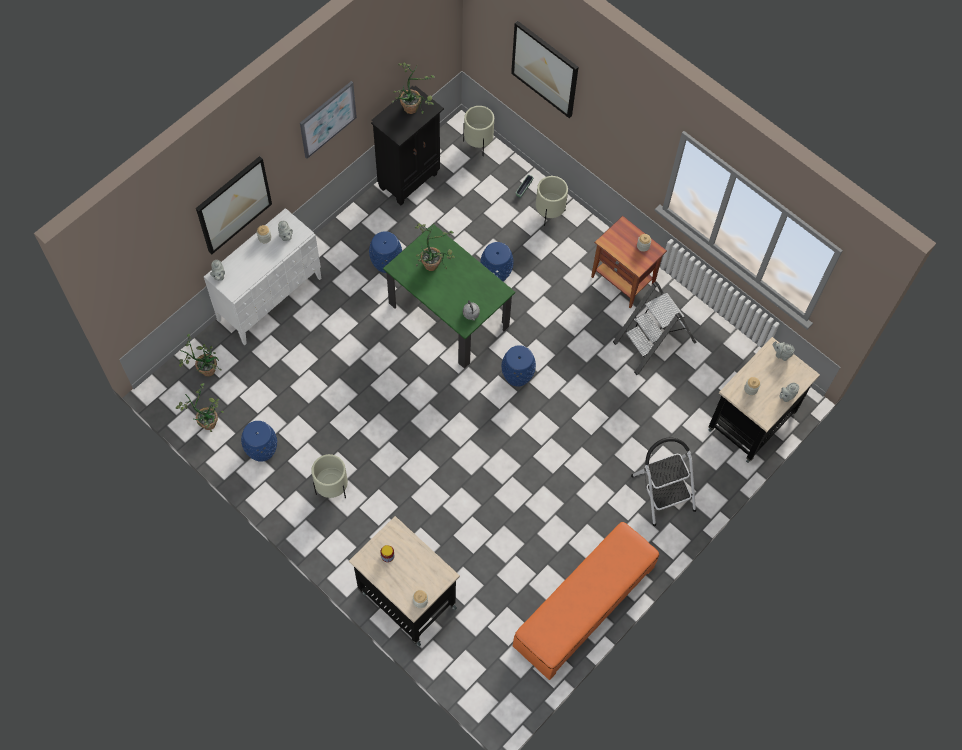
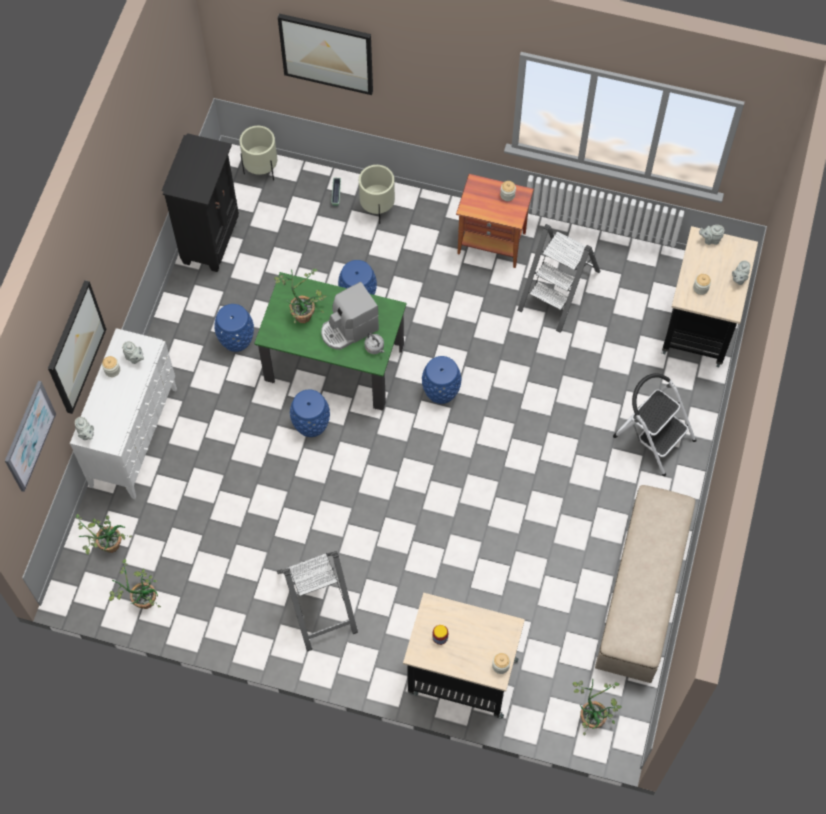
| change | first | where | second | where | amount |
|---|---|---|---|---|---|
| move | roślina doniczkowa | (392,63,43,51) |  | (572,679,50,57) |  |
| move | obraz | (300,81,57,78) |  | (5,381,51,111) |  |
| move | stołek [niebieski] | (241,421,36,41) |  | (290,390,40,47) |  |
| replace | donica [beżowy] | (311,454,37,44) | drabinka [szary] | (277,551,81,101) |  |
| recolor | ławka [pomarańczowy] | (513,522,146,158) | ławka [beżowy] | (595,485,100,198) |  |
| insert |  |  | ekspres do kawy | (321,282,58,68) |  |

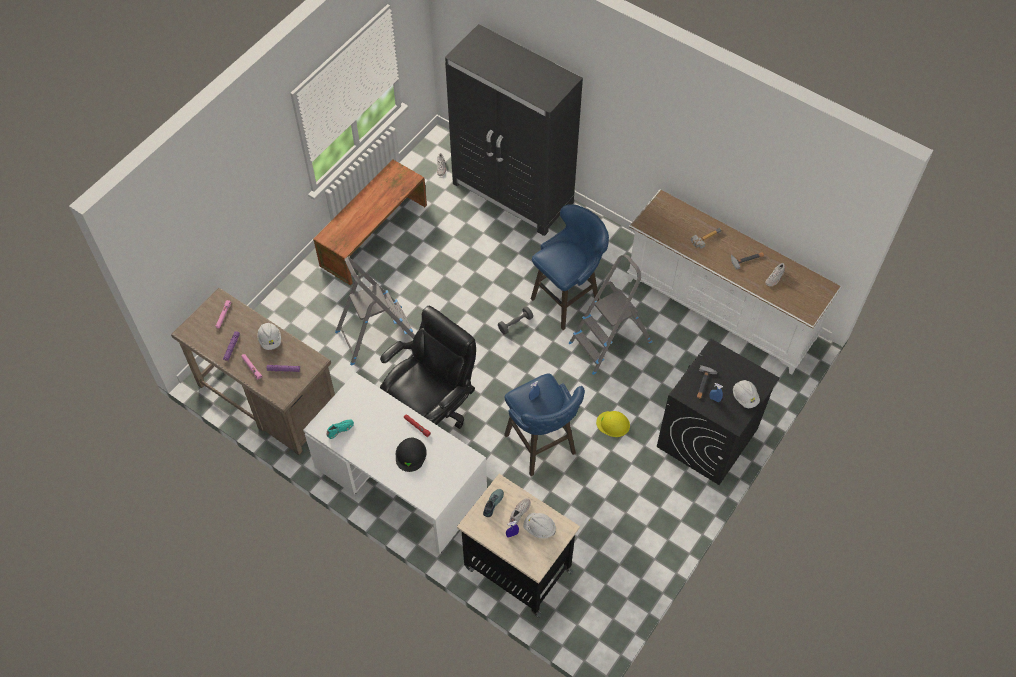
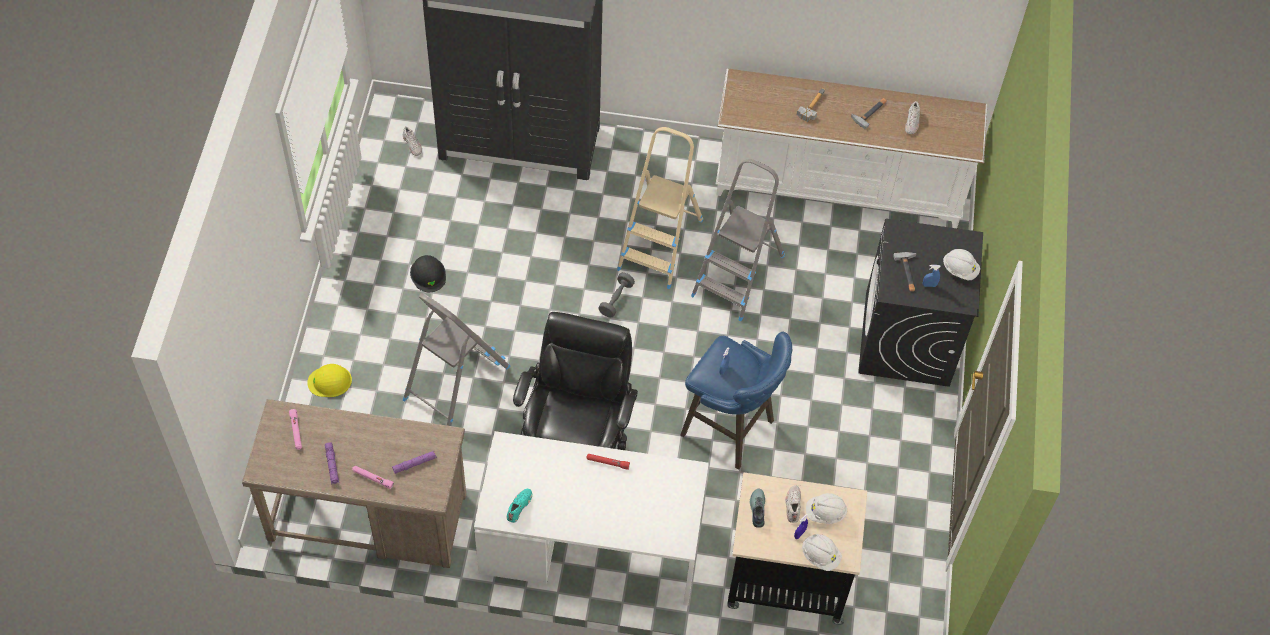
| change | first | where | second | where | amount |
|---|---|---|---|---|---|
| delete | ławka [brązowy] | (313,159,114,127) |  |  |  |
| replace | stołek [niebieski] | (531,204,78,126) | drabinka [beżowy] | (617,127,86,162) |  |
| move | kask [biały] | (257,323,24,27) |  | (802,534,40,37) |  |
| move | kask [żółty] | (596,411,34,26) |  | (307,364,45,33) |  |
| move | kask [czarny] | (396,438,31,34) |  | (410,255,36,37) |  |

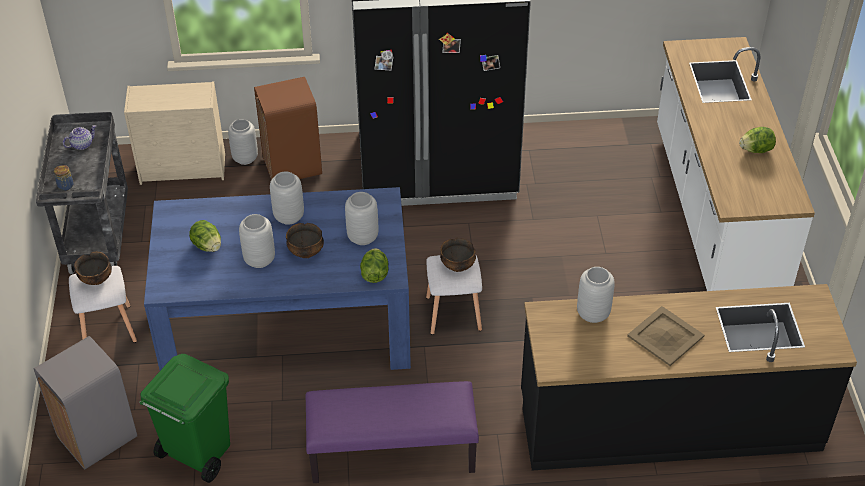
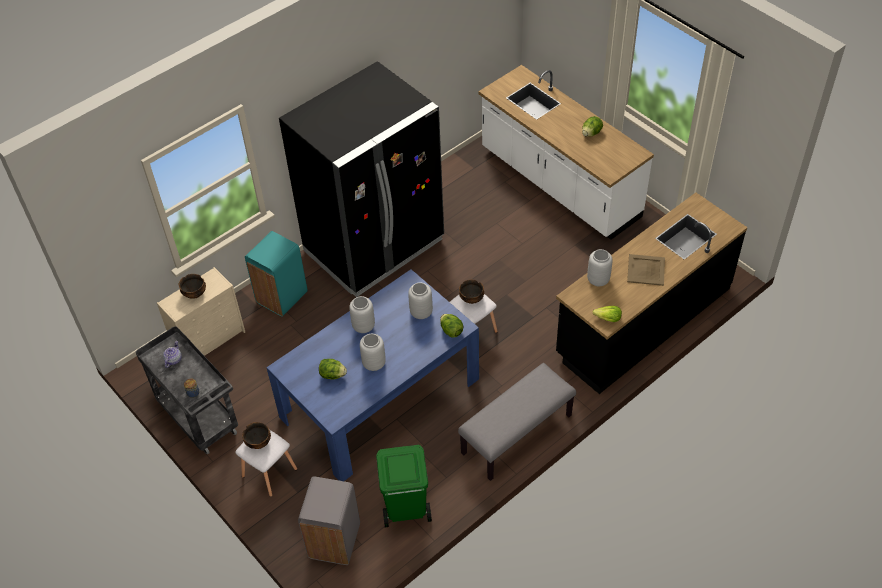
| change | first | where | second | where | amount |
|---|---|---|---|---|---|
| recolor | kosz na śmieci [brązowy] | (254,77,68,103) | kosz na śmieci [turkusowy] | (245,231,63,86) |  |
| delete | wazon [szary] | (228,119,30,46) |  |  |  |
| move | miska | (286,223,38,35) |  | (179,274,27,24) |  |
| recolor | ławka [fioletowy] | (306,381,173,102) | ławka [szary] | (458,363,118,118) |  |
| insert |  |  | sałata | (593,306,29,16) |  |

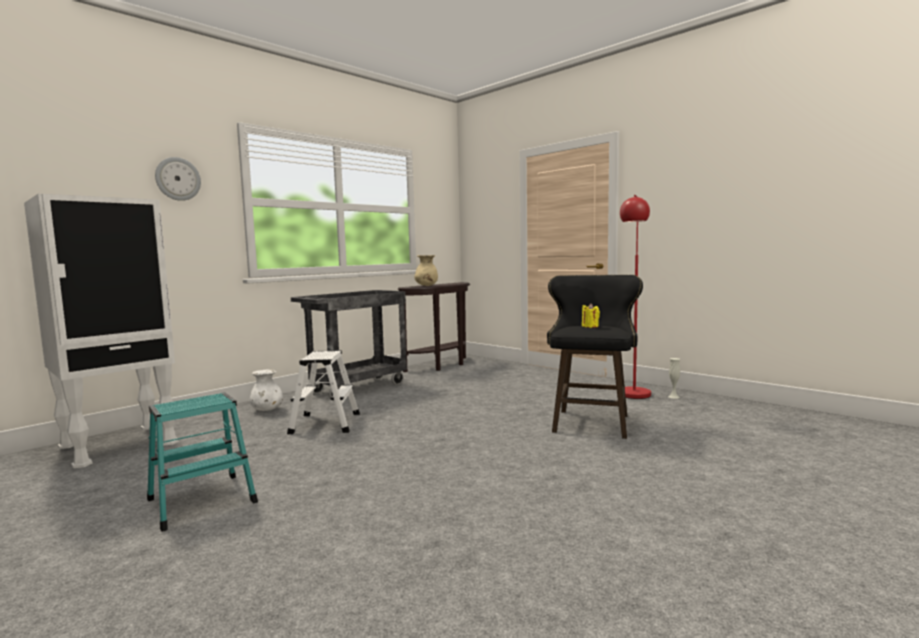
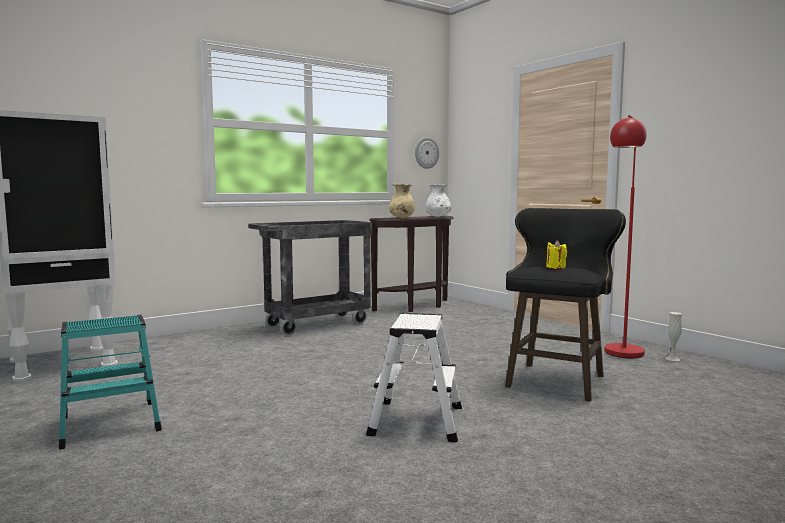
| change | first | where | second | where | amount |
|---|---|---|---|---|---|
| move | zegar ścienny | (155,157,46,44) |  | (415,137,24,32) |  |
| move | drabinka [biały] | (287,350,73,84) |  | (366,313,96,129) |  |
| move | wazon [biały] | (249,369,34,42) |  | (425,184,26,33) |  |

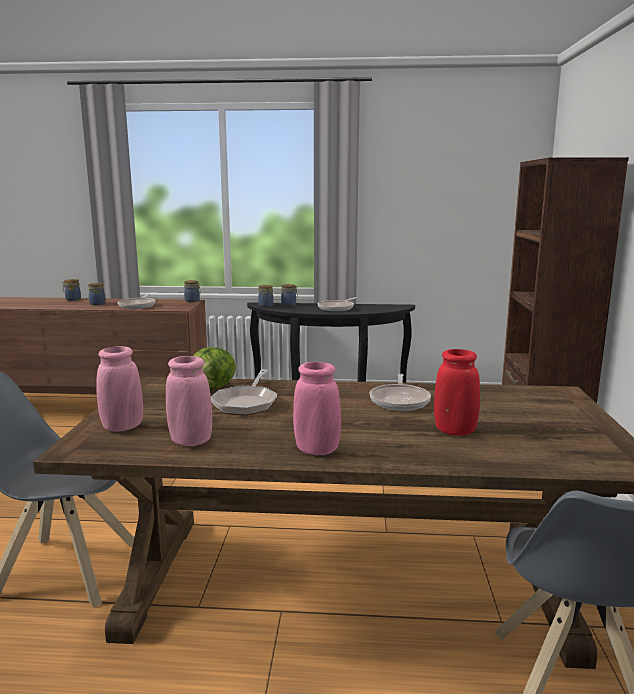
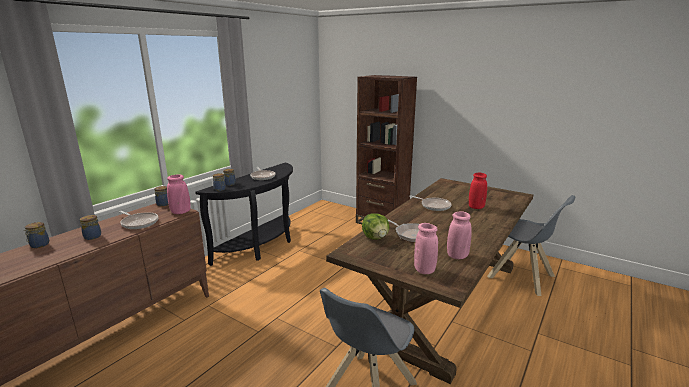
| change | first | where | second | where | amount |
|---|---|---|---|---|---|
| move | wazon [różowy] | (293,362,48,93) |  | (167,174,24,40) |  |

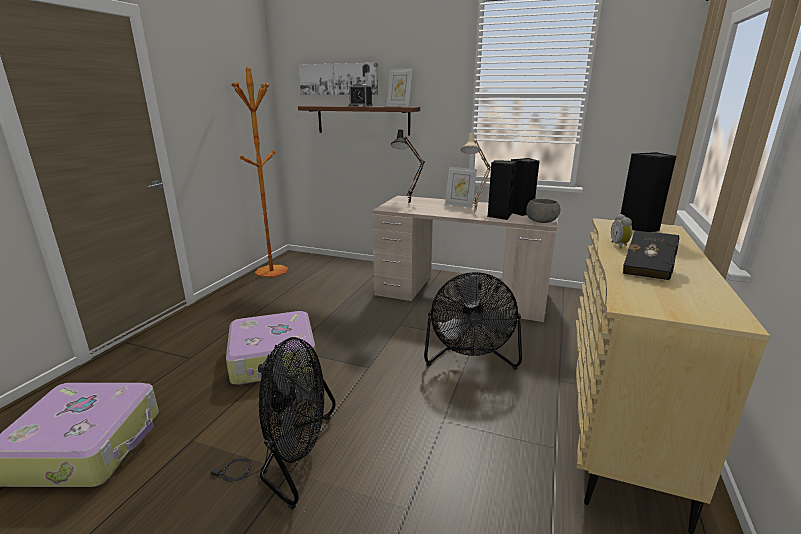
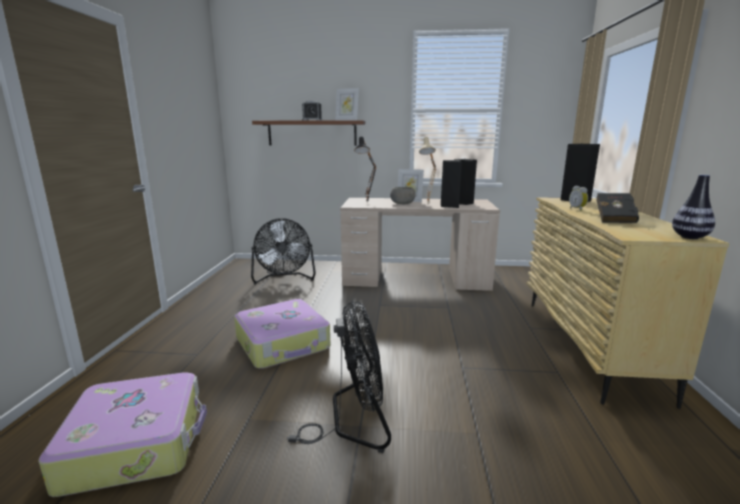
| change | first | where | second | where | amount |
|---|---|---|---|---|---|
| delete | obraz | (299,63,79,32) |  |  |  |
| delete | wieszak [pomarańczowy] | (232,66,56,211) |  |  |  |
| move | miska [szary] | (526,199,34,24) |  | (390,187,26,17) |  |
| move | wentylator [czarny] | (424,272,98,98) |  | (251,218,64,66) |  |
| insert |  |  | wazon | (672,174,43,65) |  |

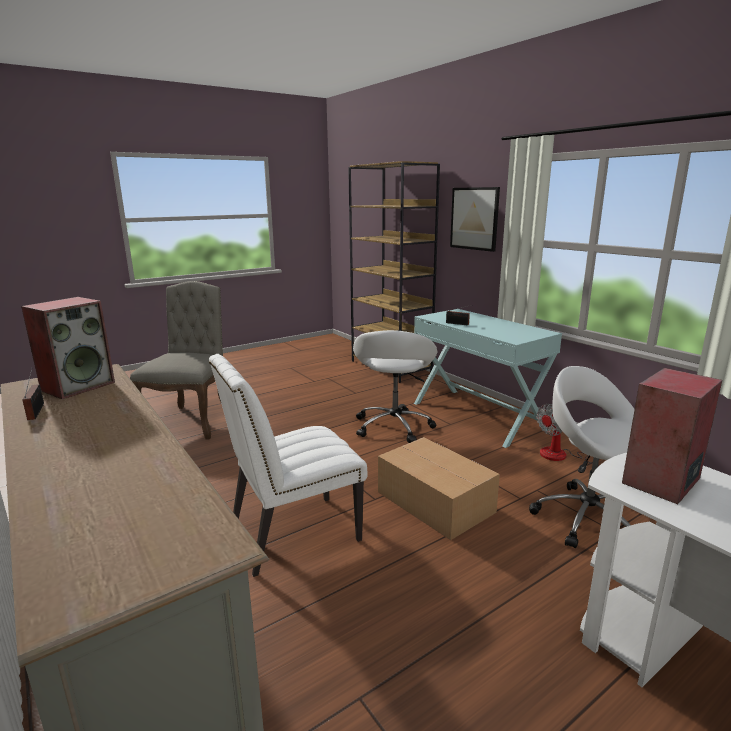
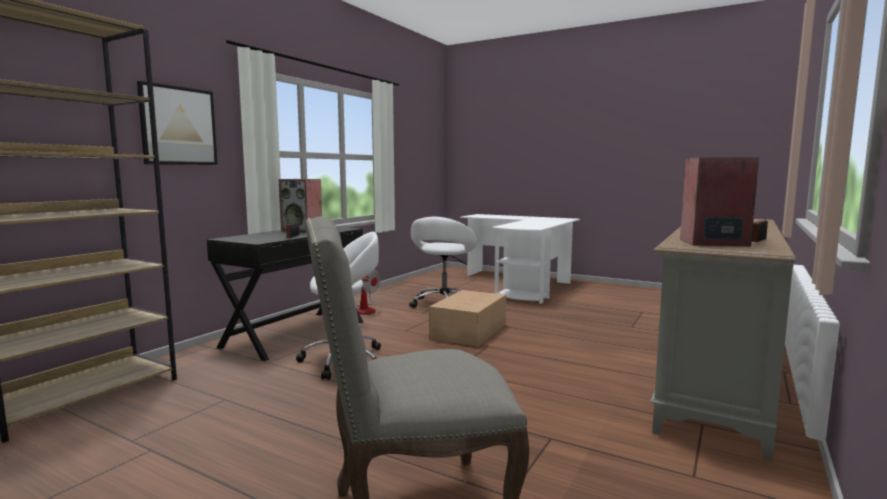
| change | first | where | second | where | amount |
|---|---|---|---|---|---|
| recolor | biurko [turkusowy] | (414,309,148,139) | biurko [czarny] | (207,227,156,134) |  |
| delete | krzesło [biały] | (209,354,159,223) |  |  |  |
| move | głośnik | (622,368,100,136) |  | (279,179,43,53) |  |

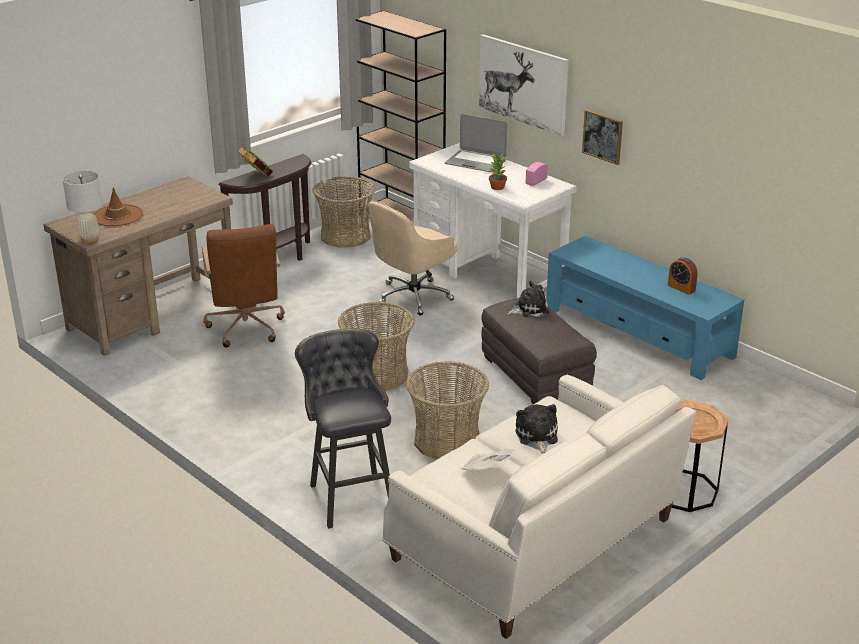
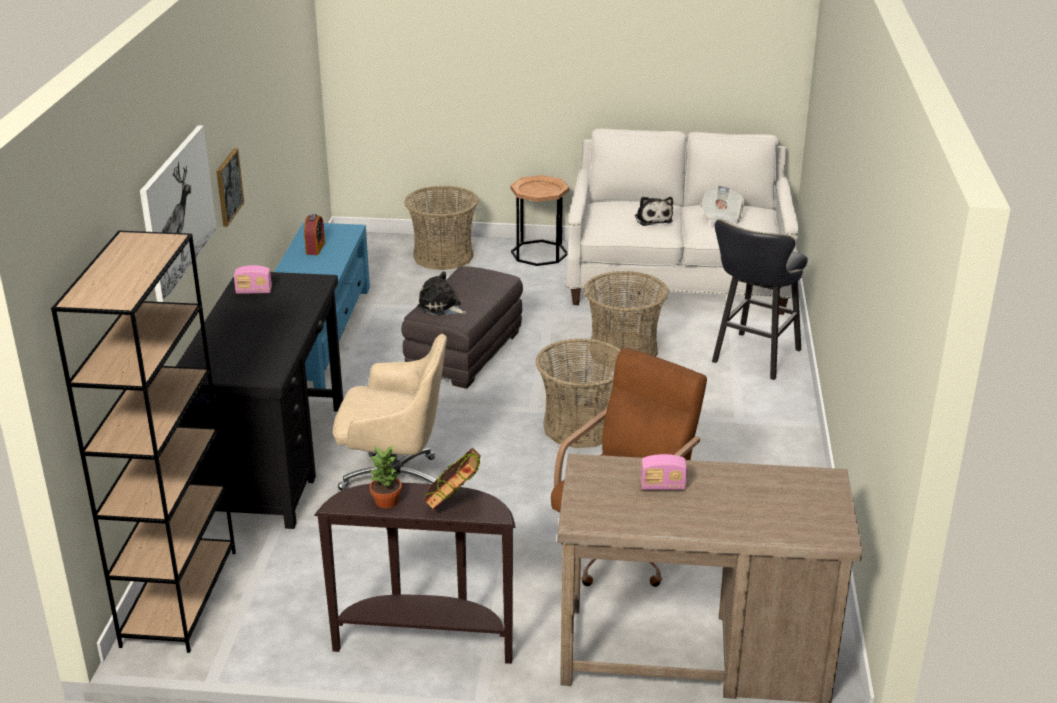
| change | first | where | second | where | amount |
|---|---|---|---|---|---|
| delete | laptop | (445,114,62,58) |  |  |  |
| recolor | biurko [biały] | (409,143,168,155) | biurko [czarny] | (176,272,167,257) |  |
| move | roślina doniczkowa | (489,153,18,37) |  | (369,447,33,61) |  |
| delete | lampa stołowa [biały] | (63,171,40,71) |  |  |  |
| move | koszyk | (313,176,62,72) |  | (404,185,75,85) |  |
| delete | kapelusz [brązowy] | (93,187,50,39) |  |  |  |
| rotate | pluszak | (516,404,42,50) |  | (635,197,38,29) | 60 degrees counterclockwise |
| insert |  |  | radio | (640,454,47,36) |  |

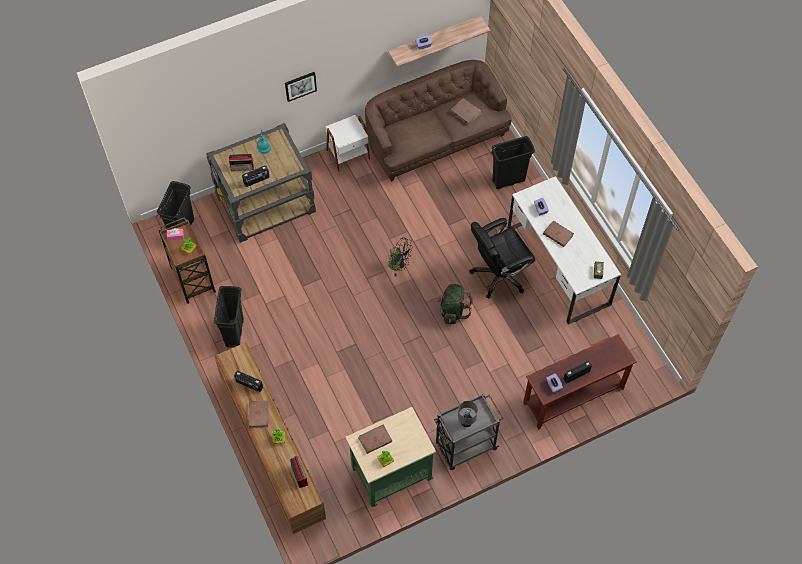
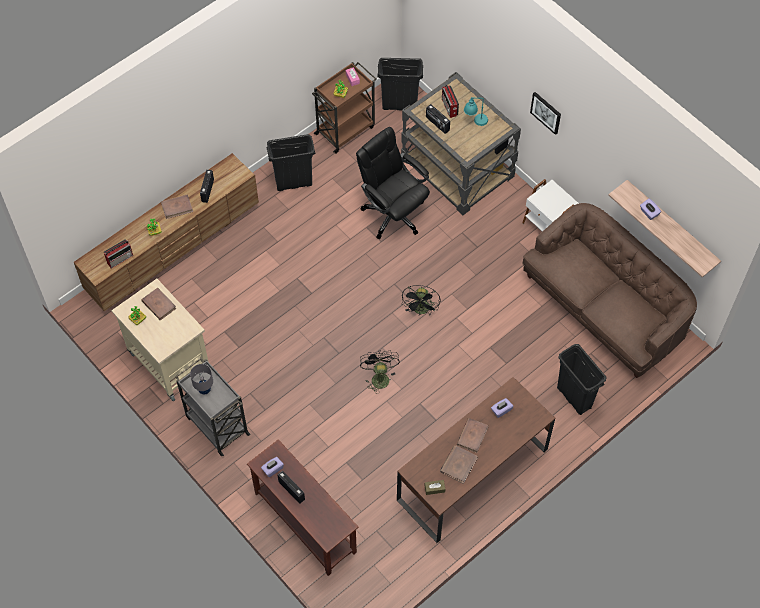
| change | first | where | second | where | amount |
|---|---|---|---|---|---|
| move | książka [brązowy] | (451,98,30,27) |  | (440,446,38,38) |  |
| recolor | biurko [biały] | (508,176,113,149) | biurko [brązowy] | (397,377,158,166) |  |
| move | krzesło biurowe [czarny] | (469,218,66,81) |  | (356,127,74,112) |  |
| replace | plecak [zielony] | (438,284,35,40) | wentylator [czarny] | (360,350,40,44) |  |
| recolor | wózek [zielony] | (346,407,90,100) | wózek [beżowy] | (111,279,98,123) |  |

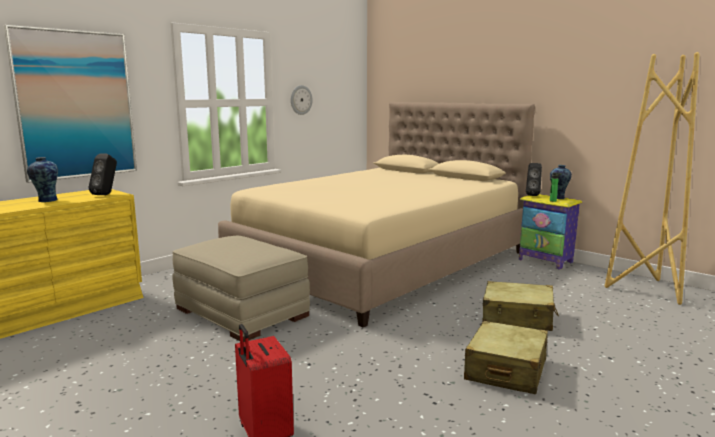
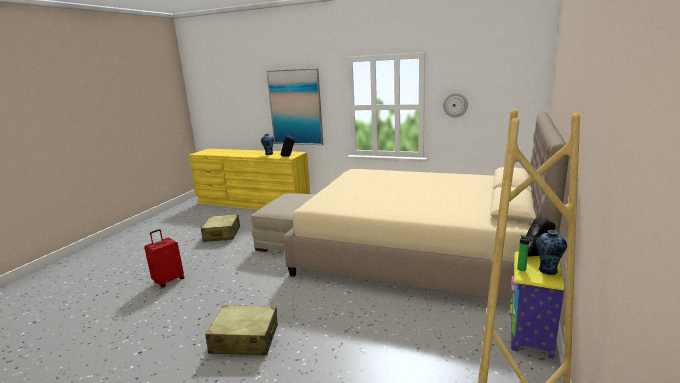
| change | first | where | second | where | amount |
|---|---|---|---|---|---|
| move | walizka [beżowy] | (483,281,76,50) |  | (201,214,39,28) |  |

